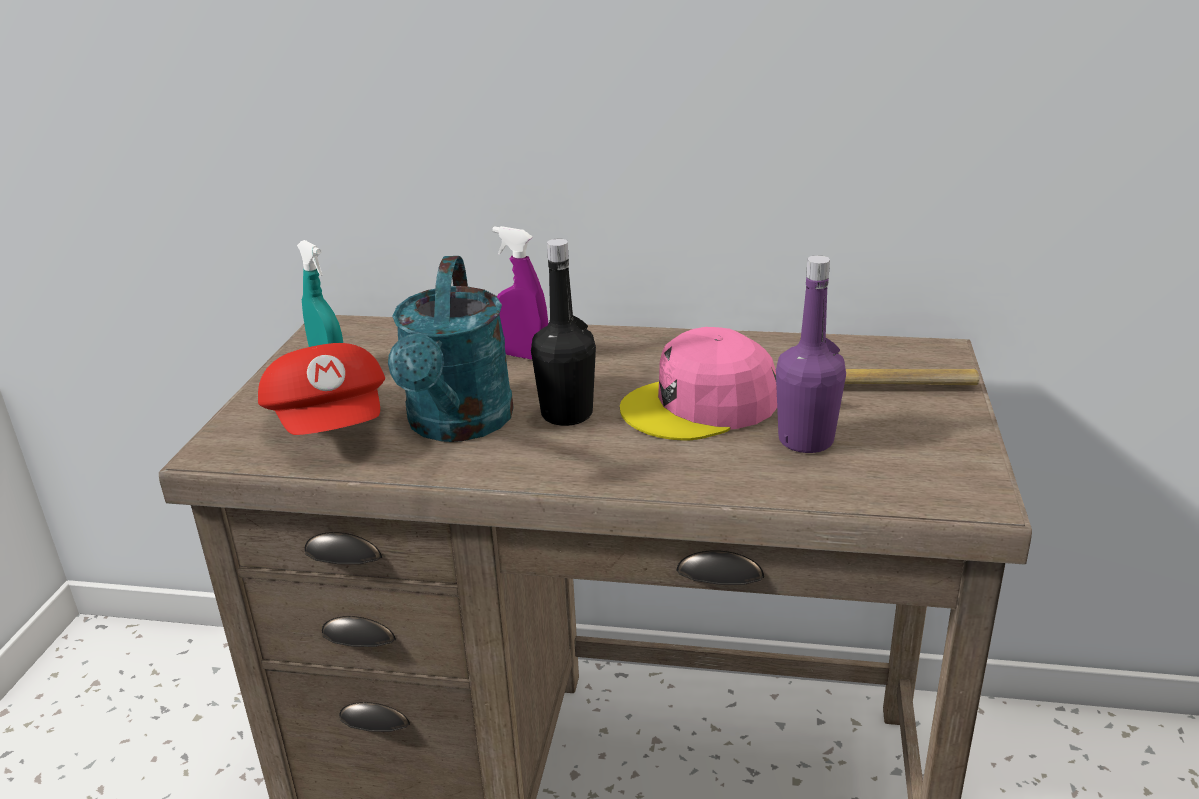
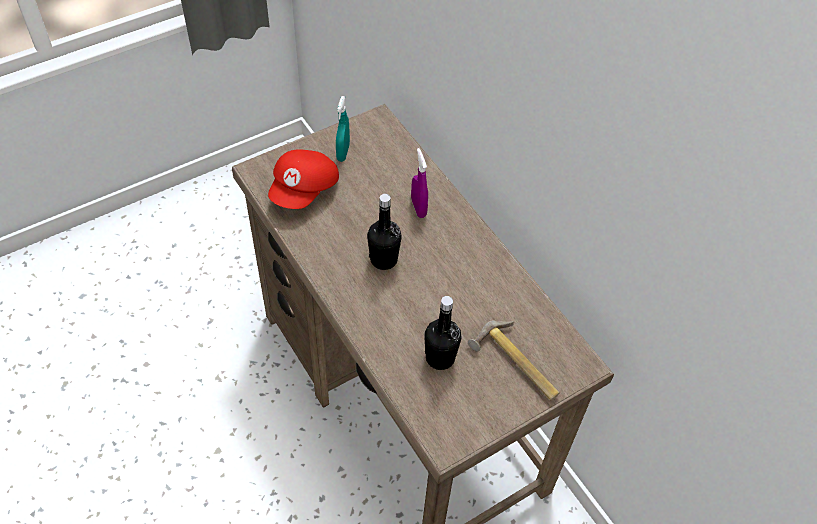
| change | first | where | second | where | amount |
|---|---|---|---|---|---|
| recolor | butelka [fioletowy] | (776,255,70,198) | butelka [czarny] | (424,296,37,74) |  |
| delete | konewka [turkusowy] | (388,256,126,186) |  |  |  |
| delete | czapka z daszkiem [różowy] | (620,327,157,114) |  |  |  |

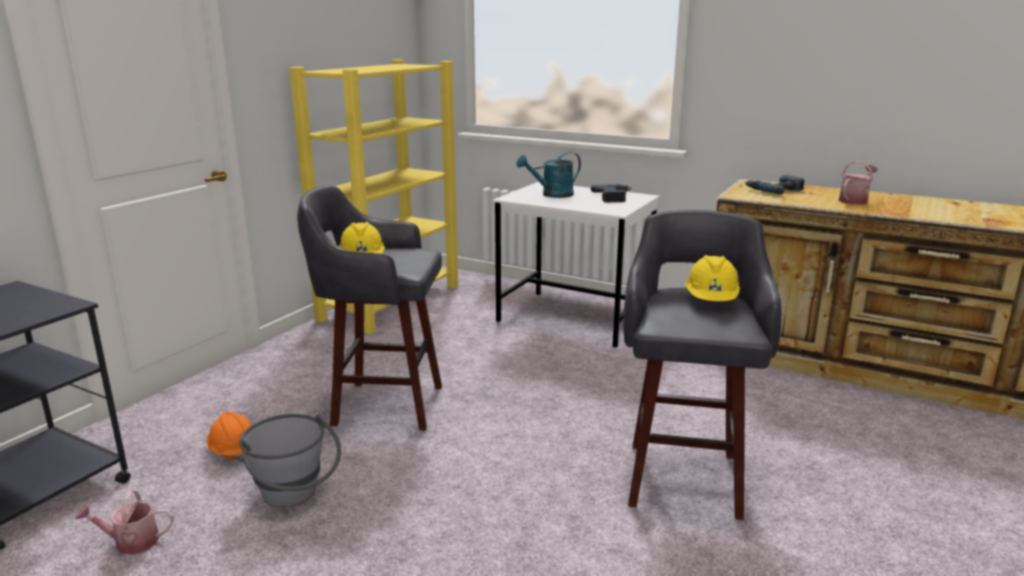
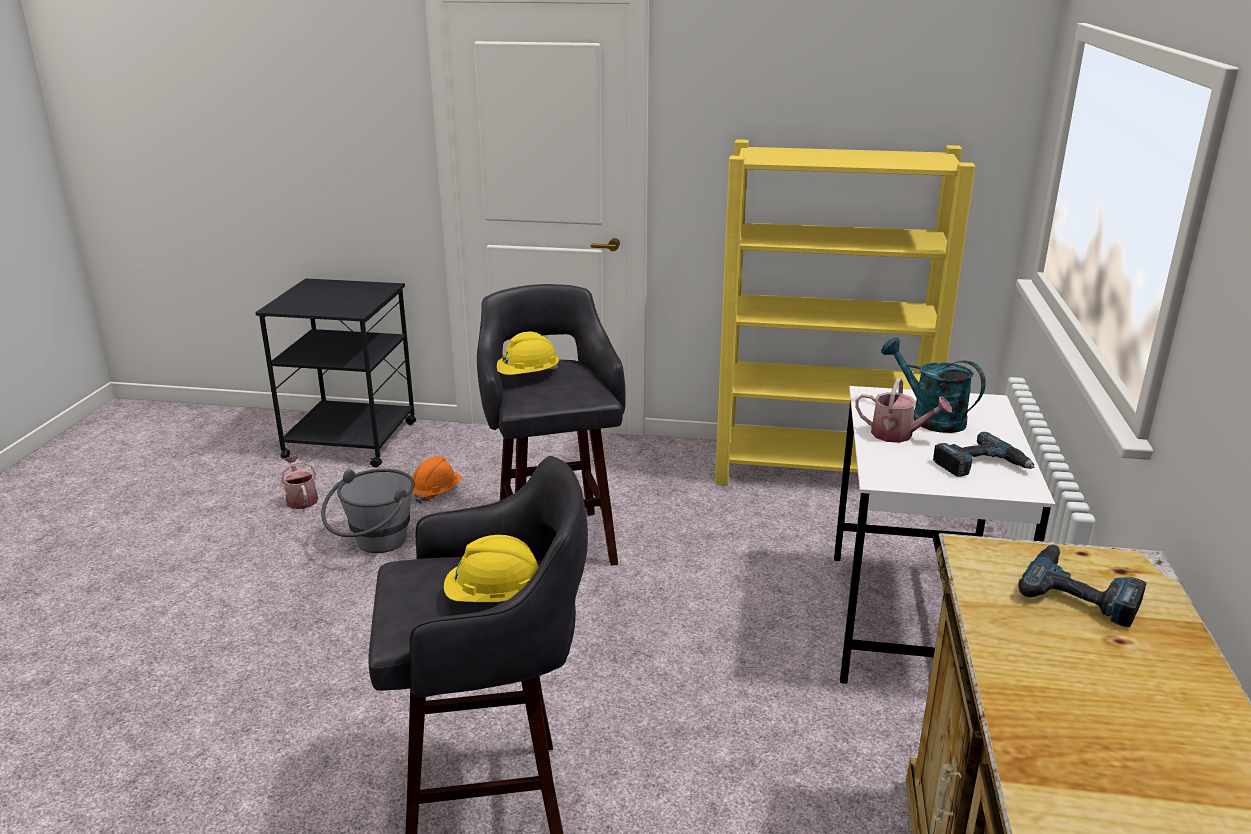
| change | first | where | second | where | amount |
|---|---|---|---|---|---|
| move | konewka | (839,161,39,44) |  | (855,377,97,66) |  |

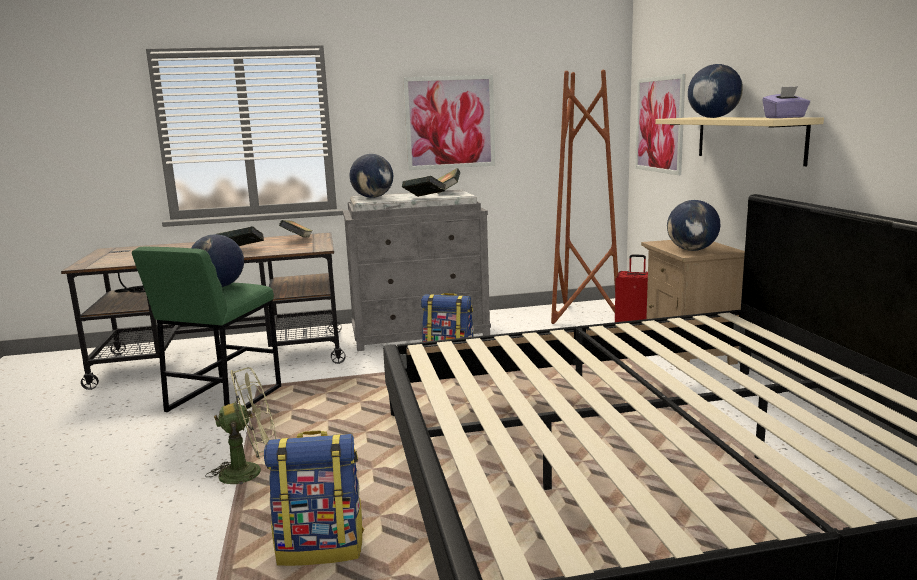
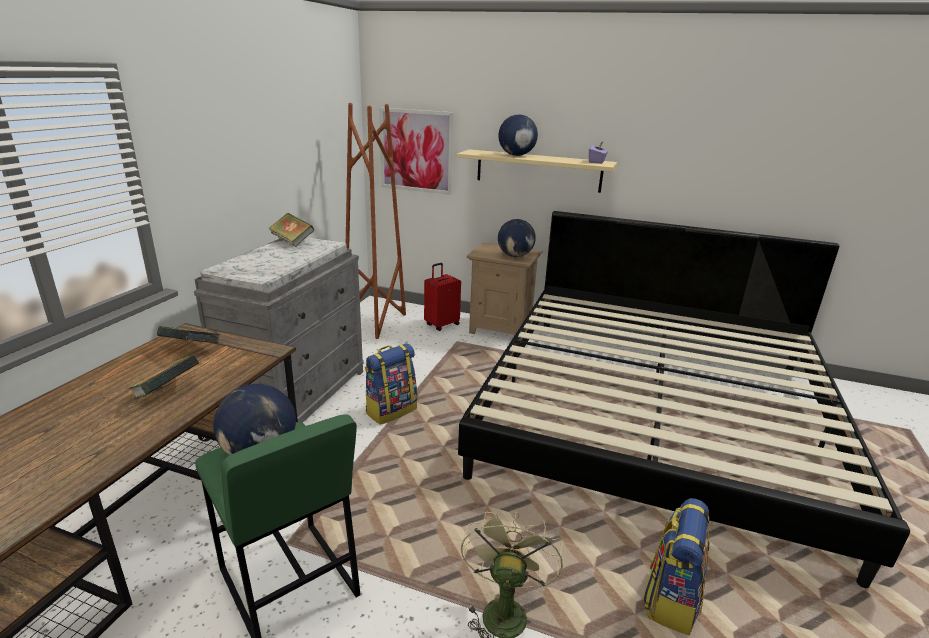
| change | first | where | second | where | amount |
|---|---|---|---|---|---|
| delete | obraz | (403,75,92,95) |  |  |  |
| delete | globus | (350,154,43,44) |  |  |  |
| delete | książka | (402,176,44,21) |  |  |  |

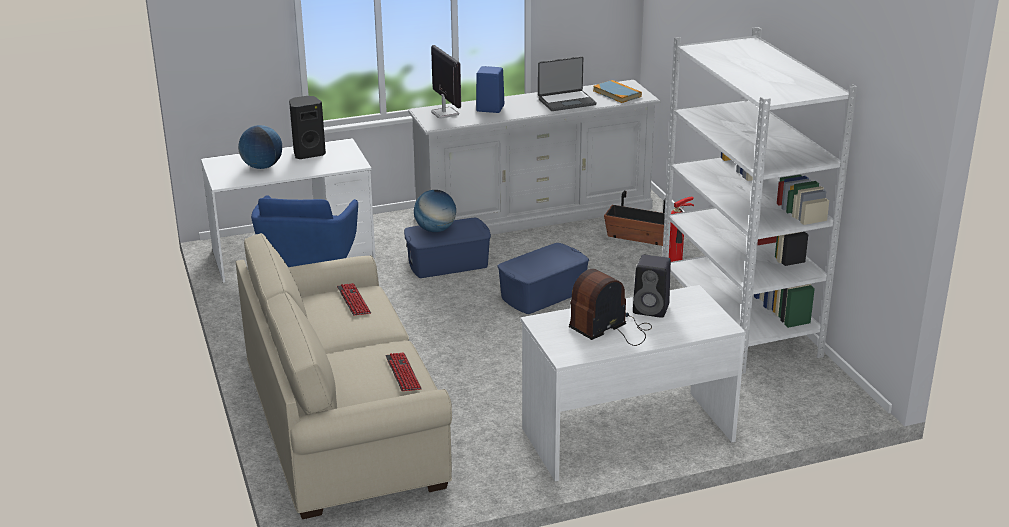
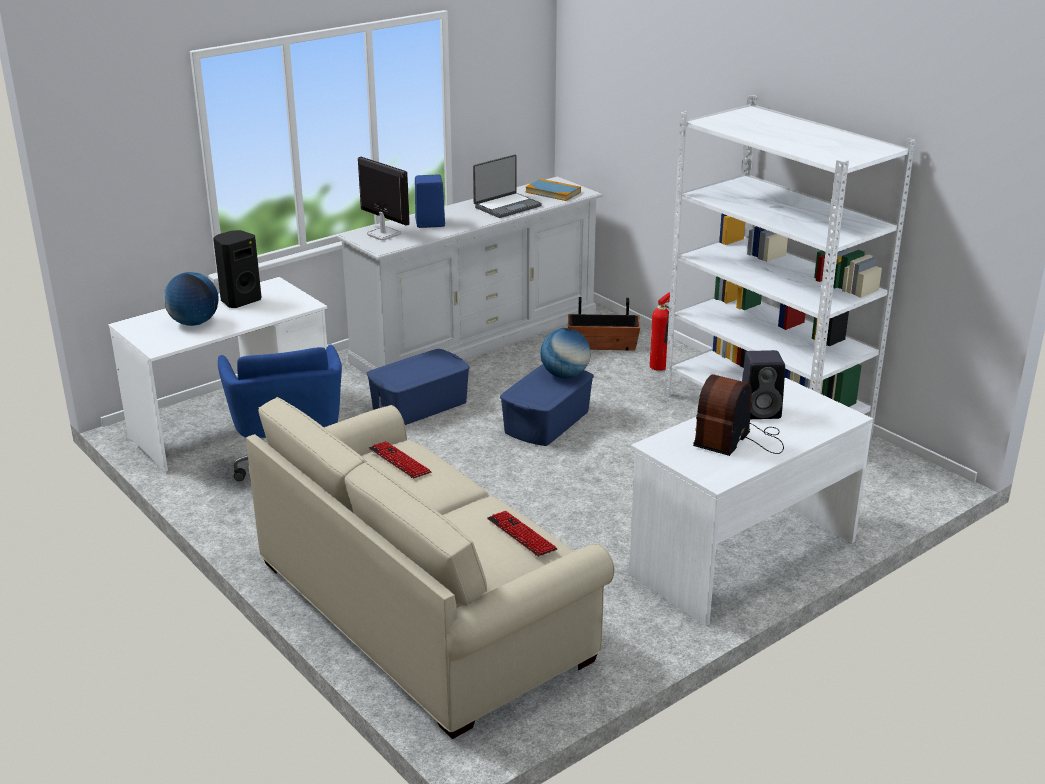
| change | first | where | second | where | amount |
|---|---|---|---|---|---|
| move | globus | (414,190,42,42) |  | (541,328,49,50) |  |

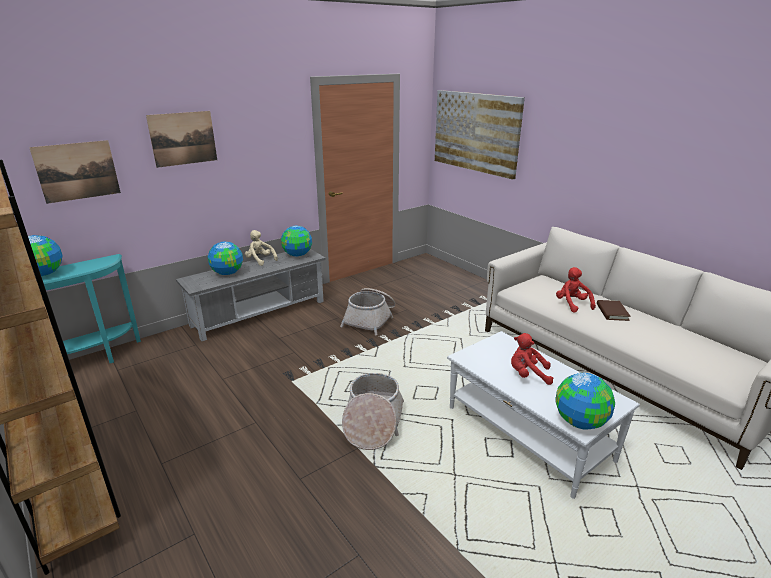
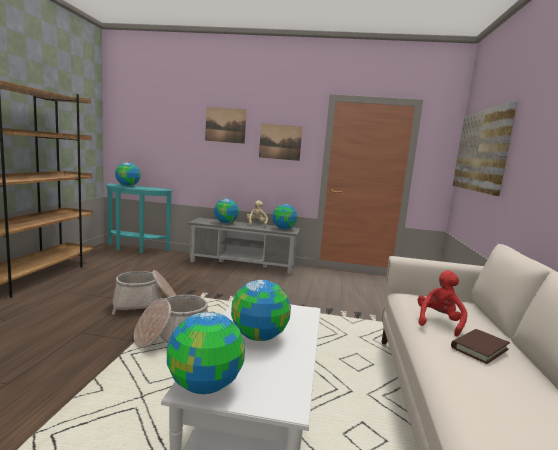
| change | first | where | second | where | amount |
|---|---|---|---|---|---|
| move | obraz | (29,140,92,64) |  | (259,124,44,37) |  |
| move | koszyk | (340,288,55,47) |  | (112,270,64,45) |  |
| replace | pluszak [czerwony] | (511,333,42,52) | globus | (231,280,60,61) |  |

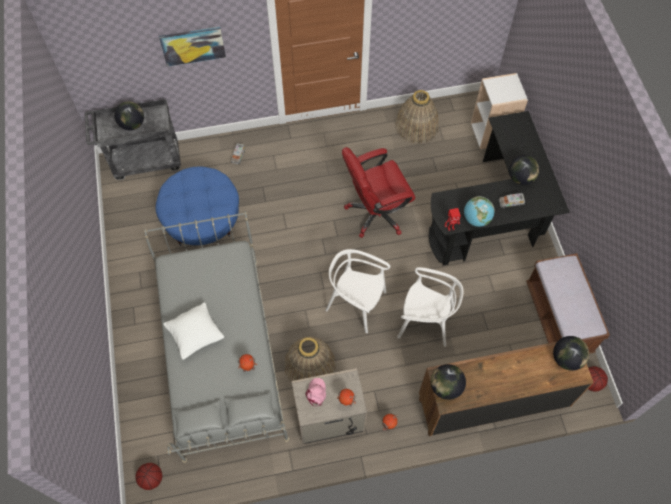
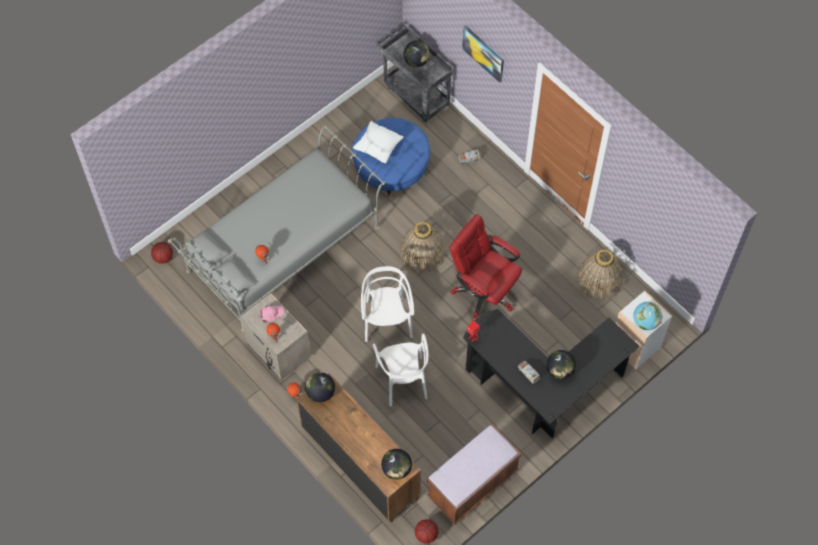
| change | first | where | second | where | amount |
|---|---|---|---|---|---|
| move | globus | (464,196,31,31) |  | (633,302,29,28) |  |
| move | poduszka [biały] | (163,302,61,58) |  | (353,121,50,42) |  |
| move | koszyk | (284,337,52,44) |  | (400,222,45,51) |  |

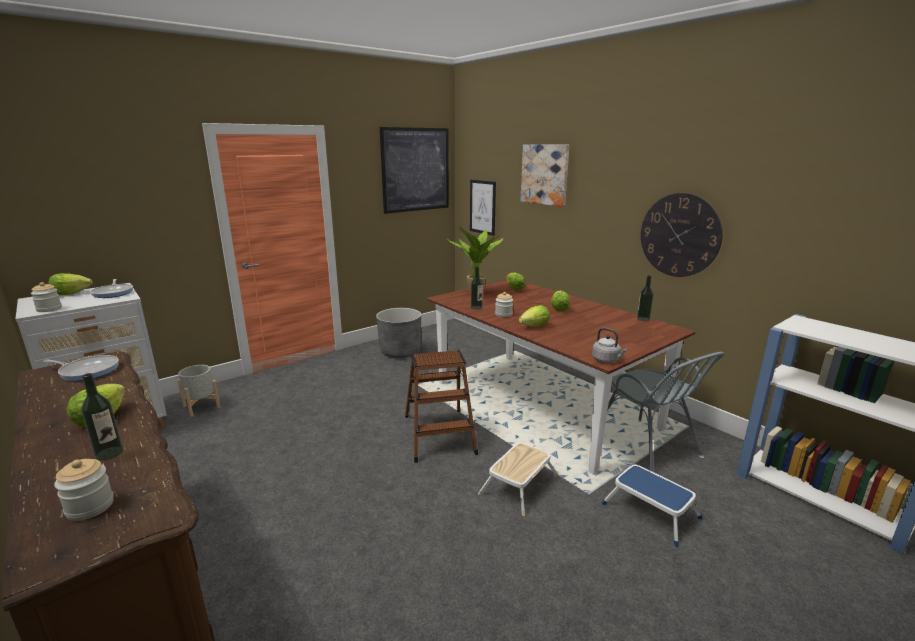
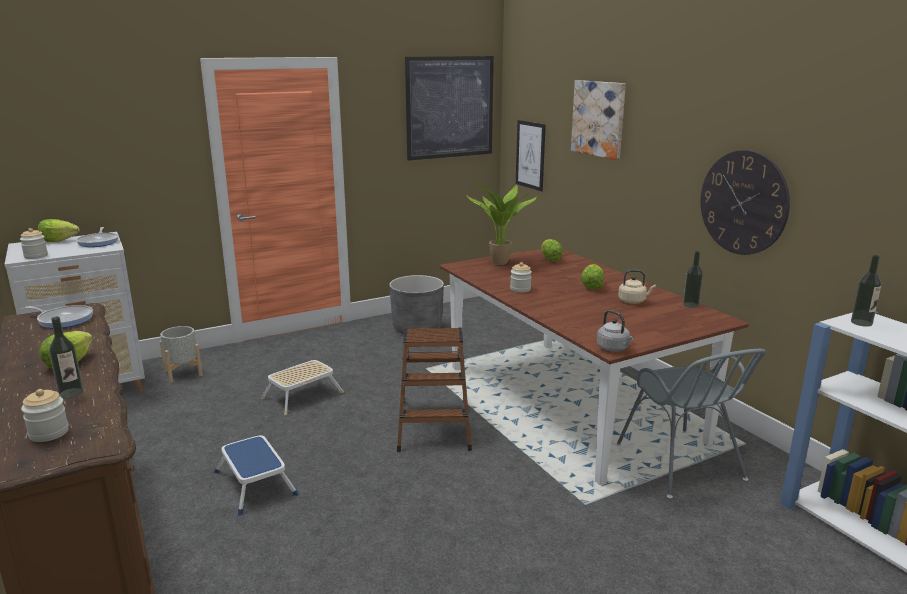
| change | first | where | second | where | amount |
|---|---|---|---|---|---|
| move | butelka | (471,266,12,44) |  | (851,255,30,72) |  |
| delete | sałata | (519,305,31,21) |  |  |  |
| move | drabinka [beżowy] | (478,442,81,74) |  | (261,360,83,55) |  |
| move | drabinka [niebieski] | (601,464,101,83) |  | (214,435,85,81) |  |
| insert |  |  | czajnik [beżowy] | (618,270,38,34) |  |

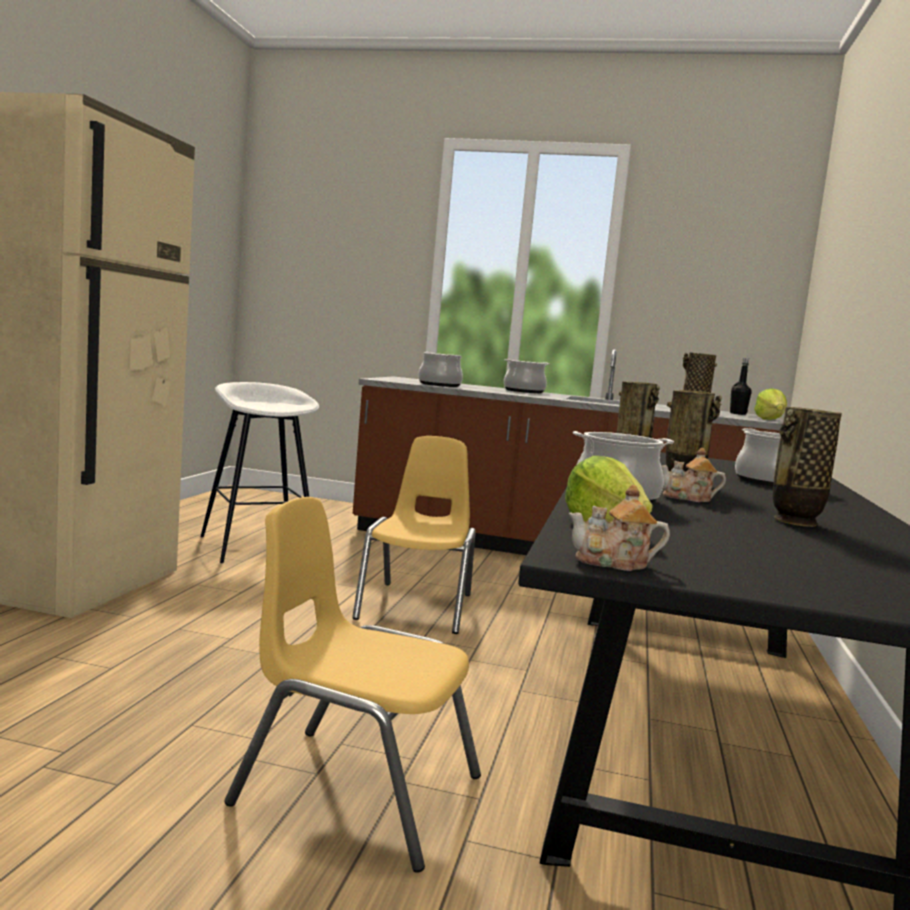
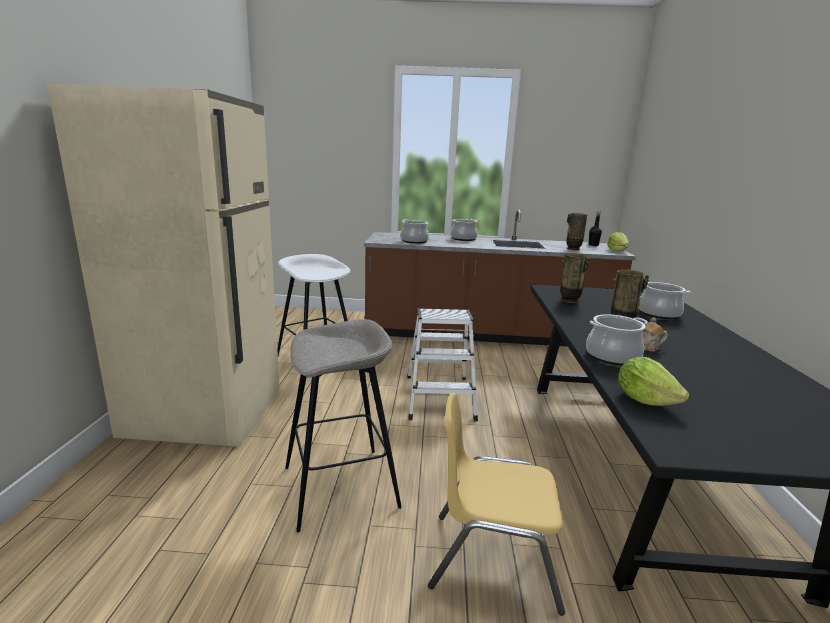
| change | first | where | second | where | amount |
|---|---|---|---|---|---|
| delete | wazon | (773,407,69,120) |  |  |  |
| replace | krzesło [żółty] | (352,436,123,198) | drabinka [biały] | (407,308,71,114) |  |
| delete | imbryk | (569,485,101,86) |  |  |  |
| insert |  |  | stołek [szary] | (285,319,117,213) |  |

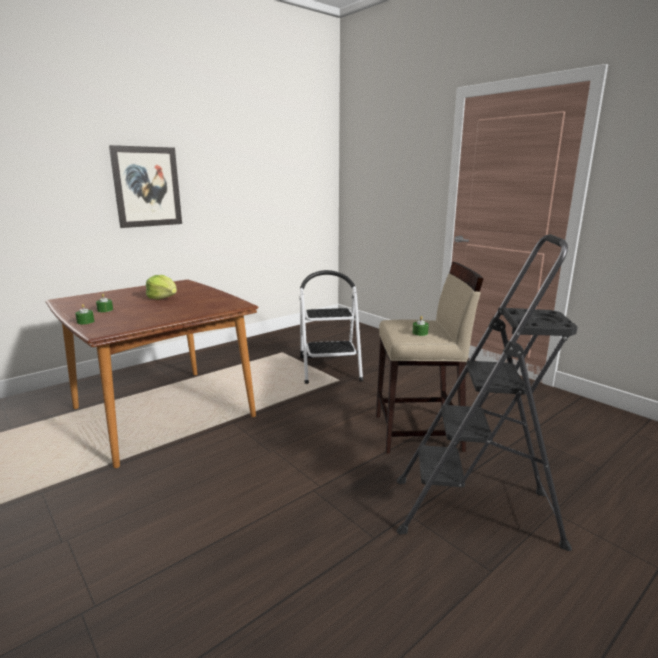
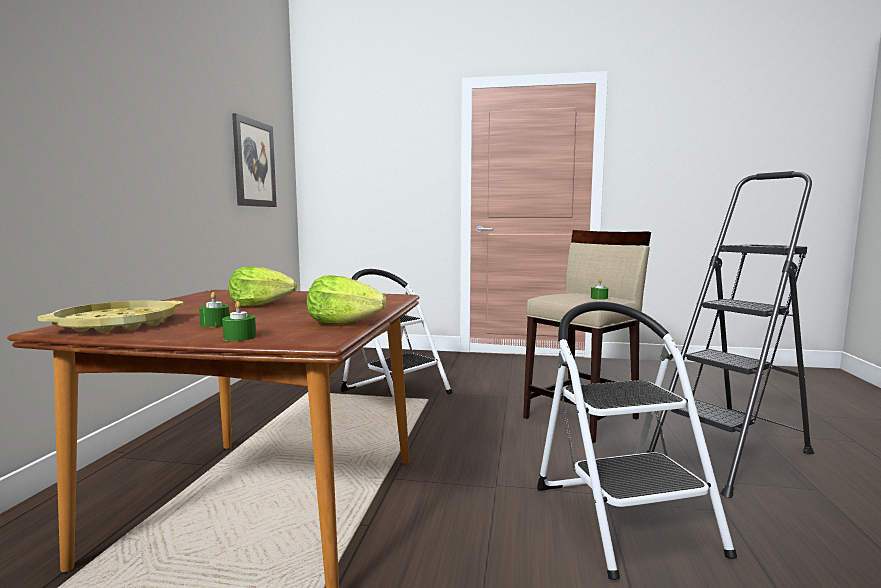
| change | first | where | second | where | amount |
|---|---|---|---|---|---|
| move | obraz | (109,145,73,83) |  | (232,113,45,94) |  |
| insert |  |  | sałata | (307,275,80,50) |  |
| insert |  |  | taca [żółty] | (38,300,146,33) |  |
| insert |  |  | drabinka | (537,301,200,279) |  |

